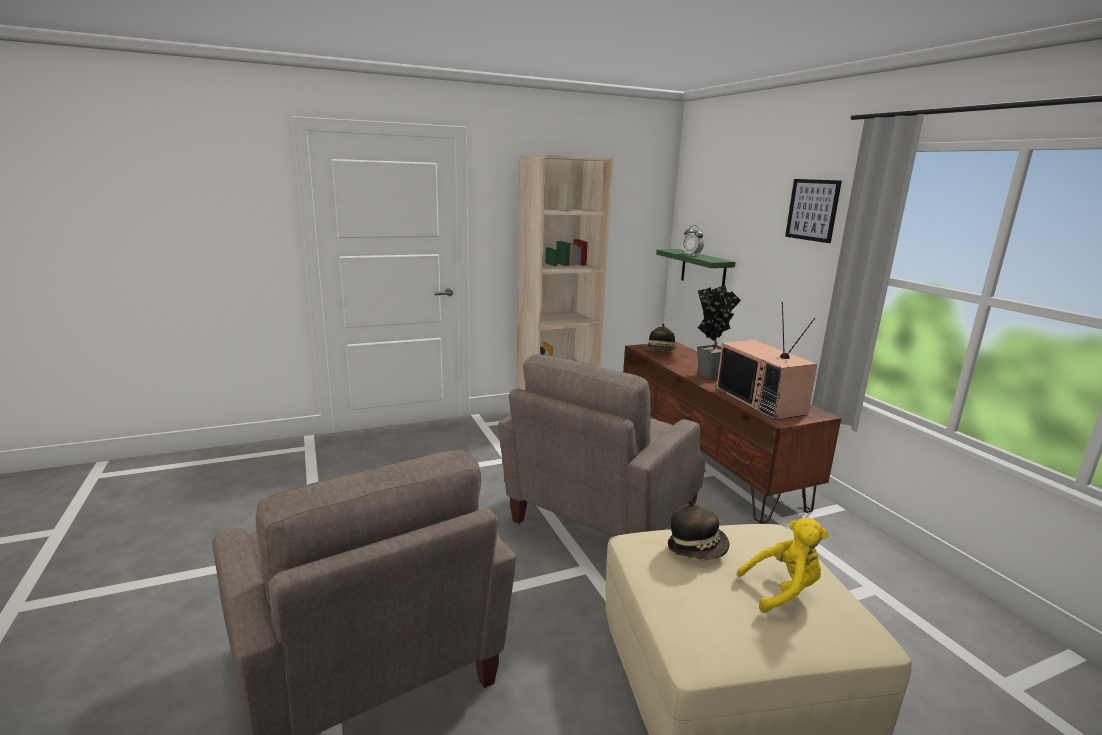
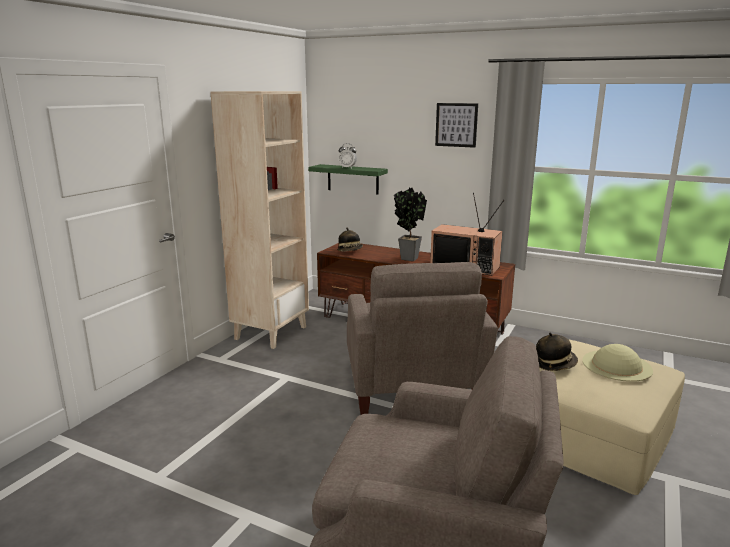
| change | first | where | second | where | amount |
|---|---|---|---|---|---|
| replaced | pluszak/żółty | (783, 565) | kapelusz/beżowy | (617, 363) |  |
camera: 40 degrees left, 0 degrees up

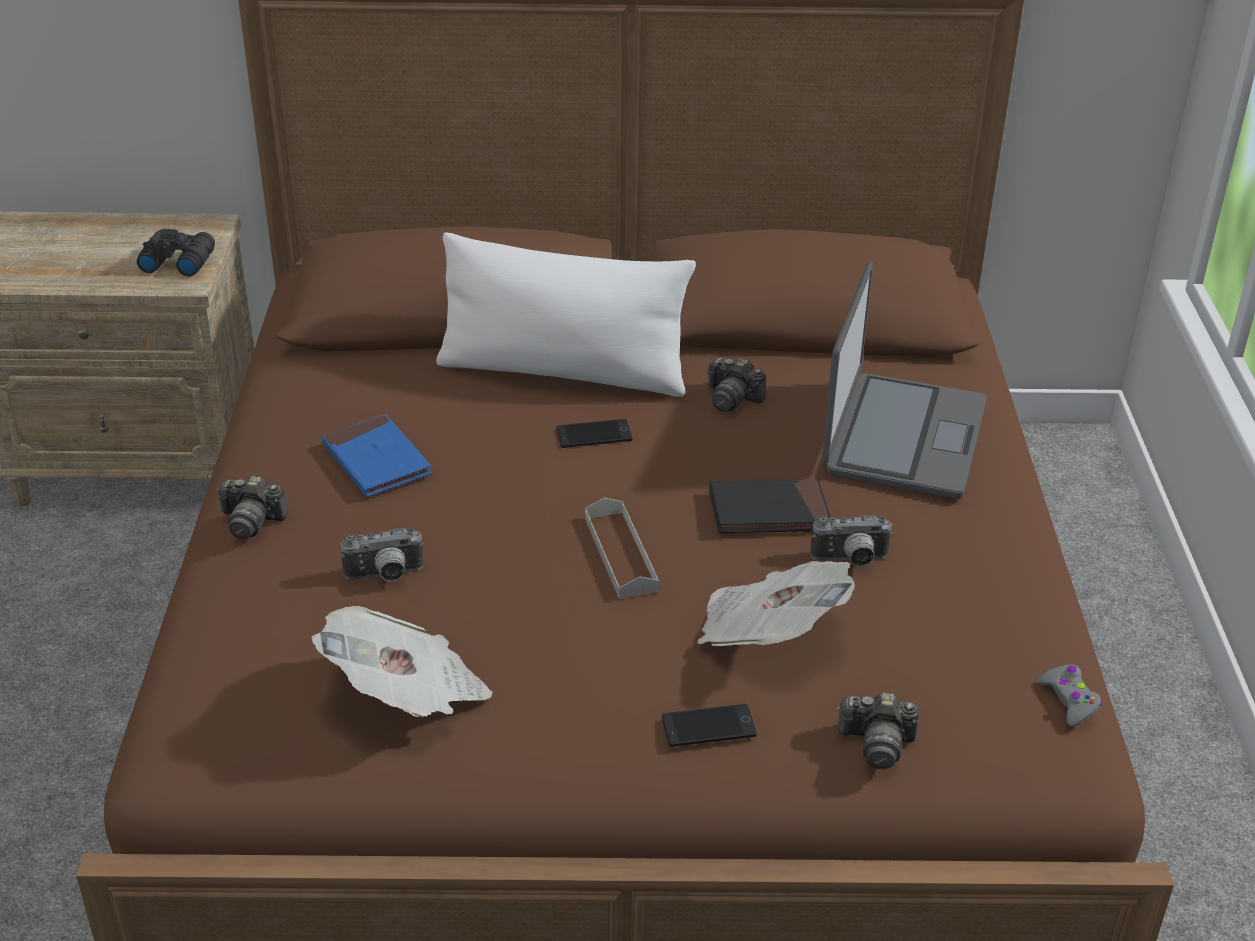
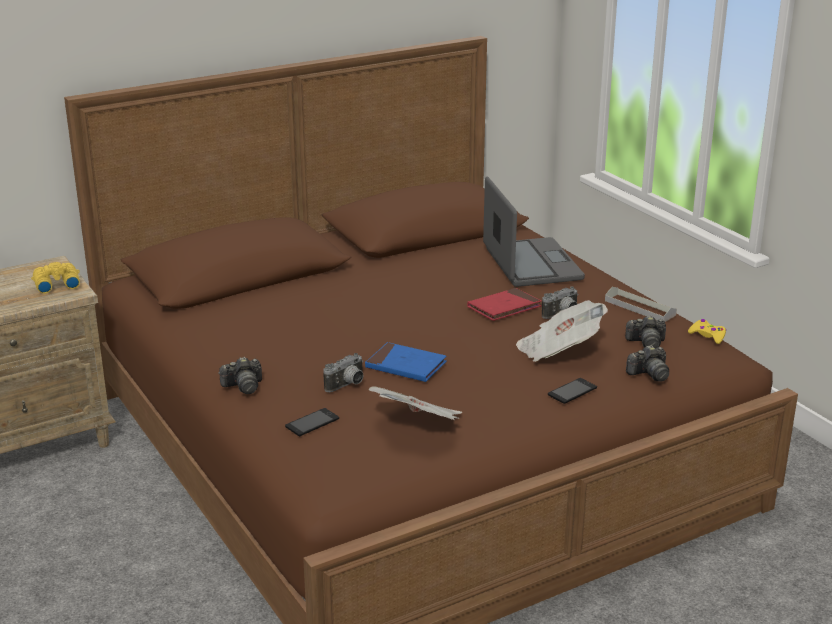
| change | first | where | second | where | amount |
|---|---|---|---|---|---|
| recoloured | lornetka/czarny | (176, 252) | lornetka/żółty | (55, 278) |  |
| moved | telefon | (594, 433) |  | (312, 422) |  |
| moved | książka/niebieski | (377, 455) |  | (406, 362) |  |
| recoloured | książka/czarny | (770, 506) | książka/czerwony | (504, 304) |  |
| moved | taca/szary | (622, 548) |  | (641, 304) |  |
| moved | aparat fotograficzny | (737, 384) |  | (645, 332) |  |
| recoloured | pad do gier/szary | (1070, 695) | pad do gier/żółty | (707, 331) |  |
| removed | poduszka/biały | (566, 314) |  |  |  |
camera: 30 degrees left, 10 degrees down

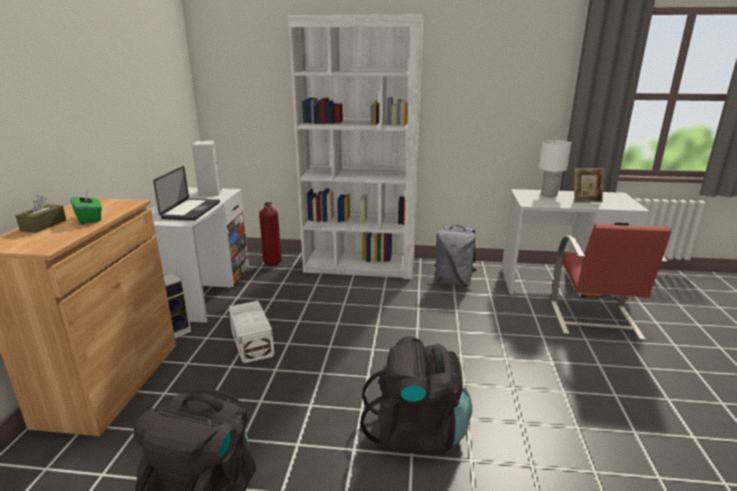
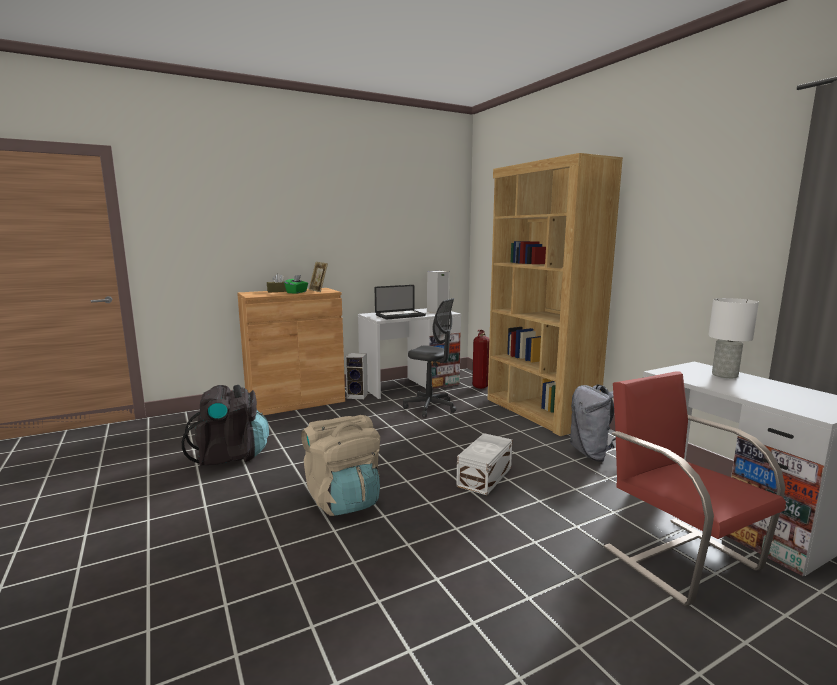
| change | first | where | second | where | amount |
|---|---|---|---|---|---|
| recoloured | plecak/czarny | (416, 395) | plecak/beżowy | (340, 465) |  |
| moved | ramka na zdjęcie | (589, 185) |  | (318, 277) |  |
| added |  |  | krzesło biurowe/szary | (429, 357) |  |
| moved | pojemnik do przechowywania/biały | (252, 332) |  | (484, 464) |  |
| recoloured | regał/biały | (356, 146) | regał/brązowy | (555, 294) |  |
| turned | krzesło/czerwony | (611, 282) |  | (695, 489) | 90 degrees clockwise |
camera: 55 degrees right, 10 degrees down

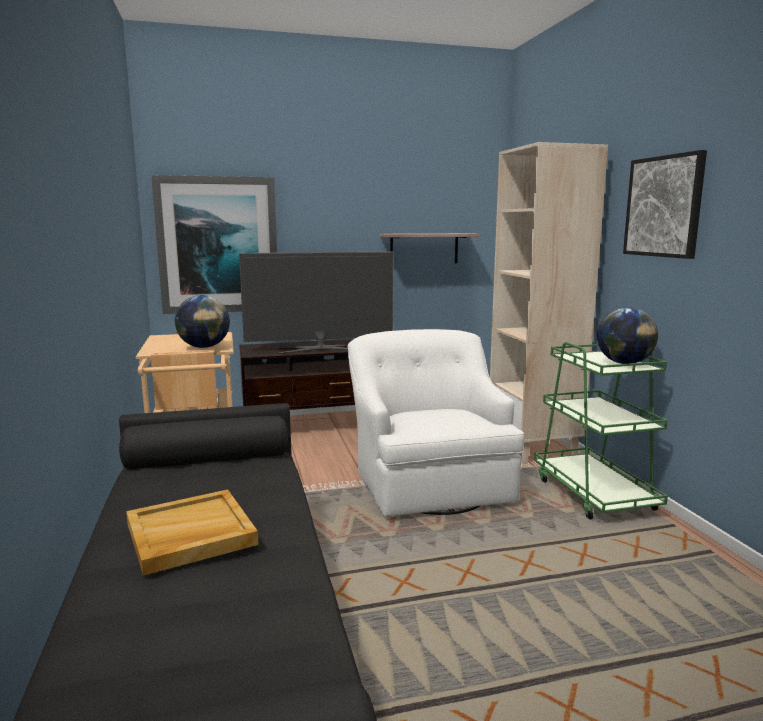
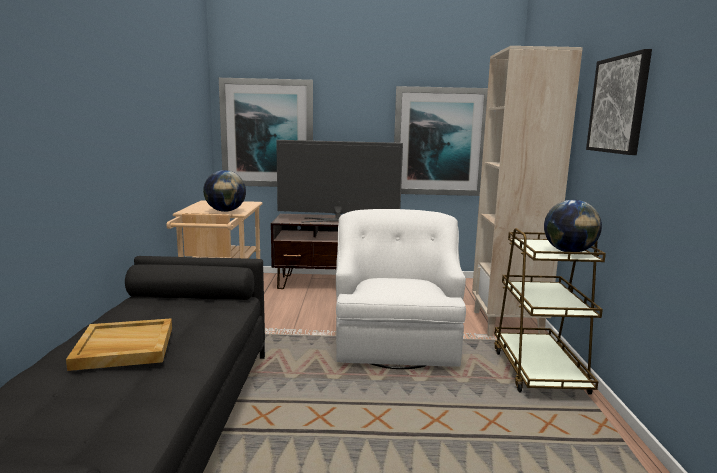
| change | first | where | second | where | amount |
|---|---|---|---|---|---|
| replaced | półka | (429, 248) | obraz | (441, 141) |  |
| recoloured | wózek/zielony | (601, 430) | wózek/brązowy | (550, 311) |  |
camera: 15 degrees right, 0 degrees up

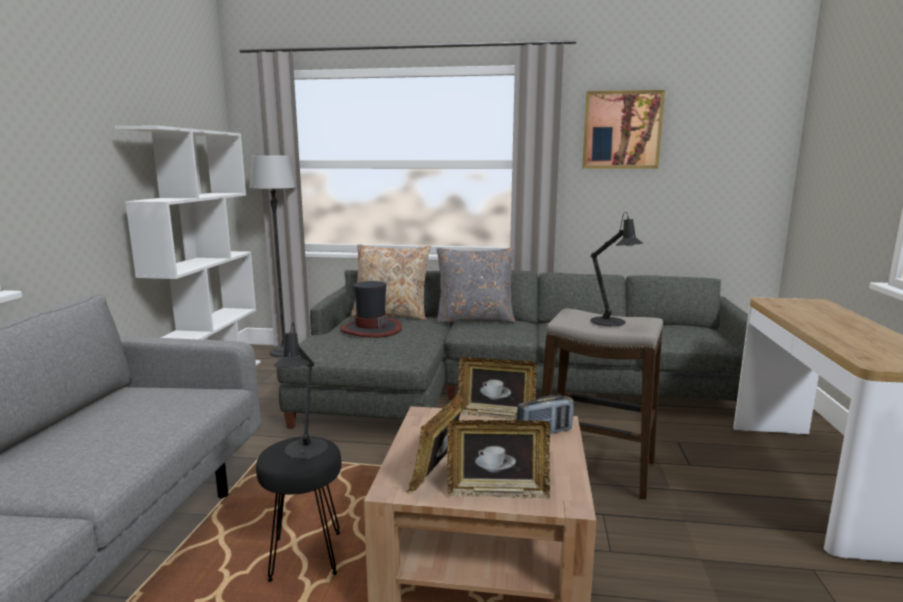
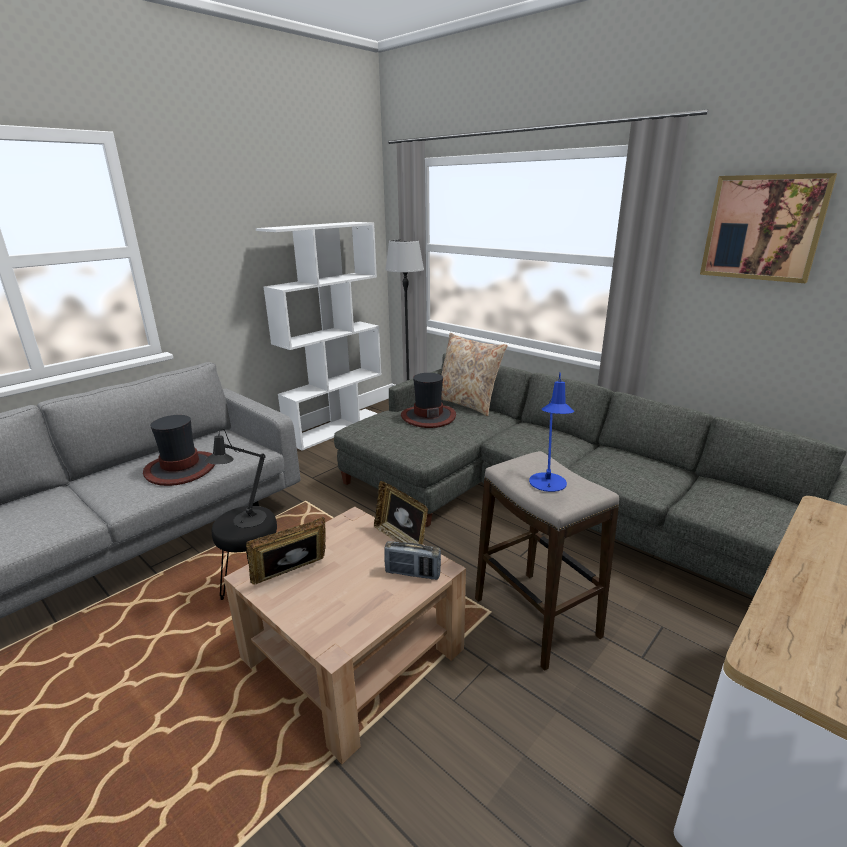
| change | first | where | second | where | amount |
|---|---|---|---|---|---|
| added |  |  | kapelusz | (179, 450) |  |
| recoloured | lampa stołowa/czarny | (617, 269) | lampa stołowa/niebieski | (551, 432) |  |
| removed | poduszka/szary | (475, 285) |  |  |  |
| removed | ramka na zdjęcie | (498, 459) |  |  |  |
camera: 35 degrees right, 10 degrees up

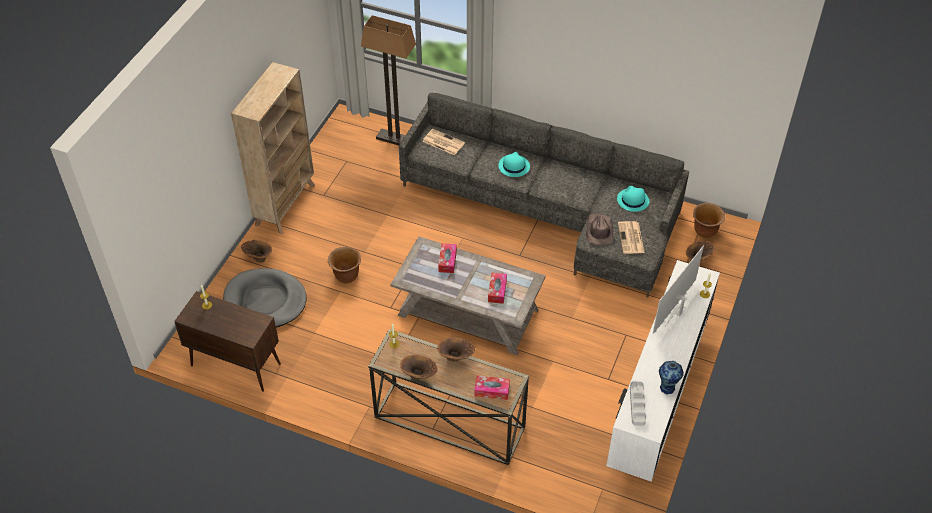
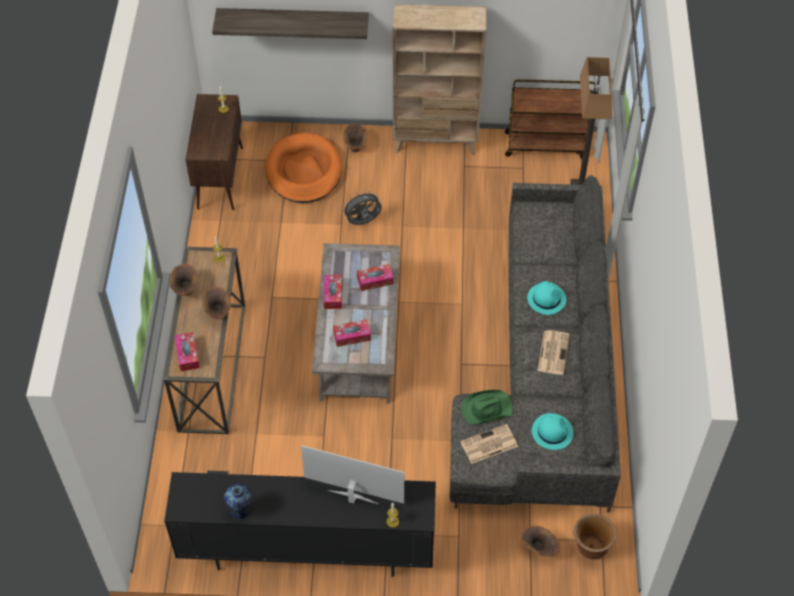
| change | first | where | second | where | amount |
|---|---|---|---|---|---|
| recoloured | szafka pod telewizor/biały | (663, 371) | szafka pod telewizor/czarny | (300, 524) |  |
| added |  |  | półka | (290, 23) |  |
| recoloured | legowisko/szary | (265, 297) | legowisko/pomarańczowy | (303, 168) |  |
| added |  |  | pudełko chusteczek | (333, 292) |  |
| replaced | donica/brązowy | (344, 265) | wentylator/szary | (361, 207) |  |
| recoloured | kapelusz/brązowy | (599, 229) | kapelusz/zielony | (487, 407) |  |
| added |  |  | wózek/brązowy | (550, 119) |  |
| moved | gazeta | (443, 142) |  | (554, 352) |  |
| removed | taca/szary | (638, 403) |  |  |  |
camera: 70 degrees right, 5 degrees up

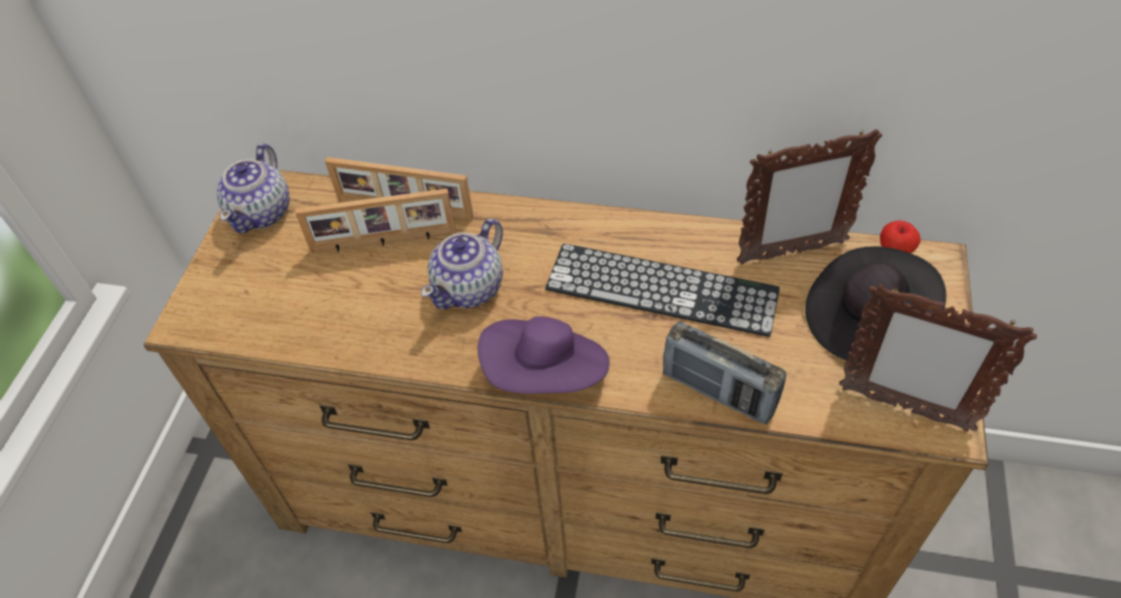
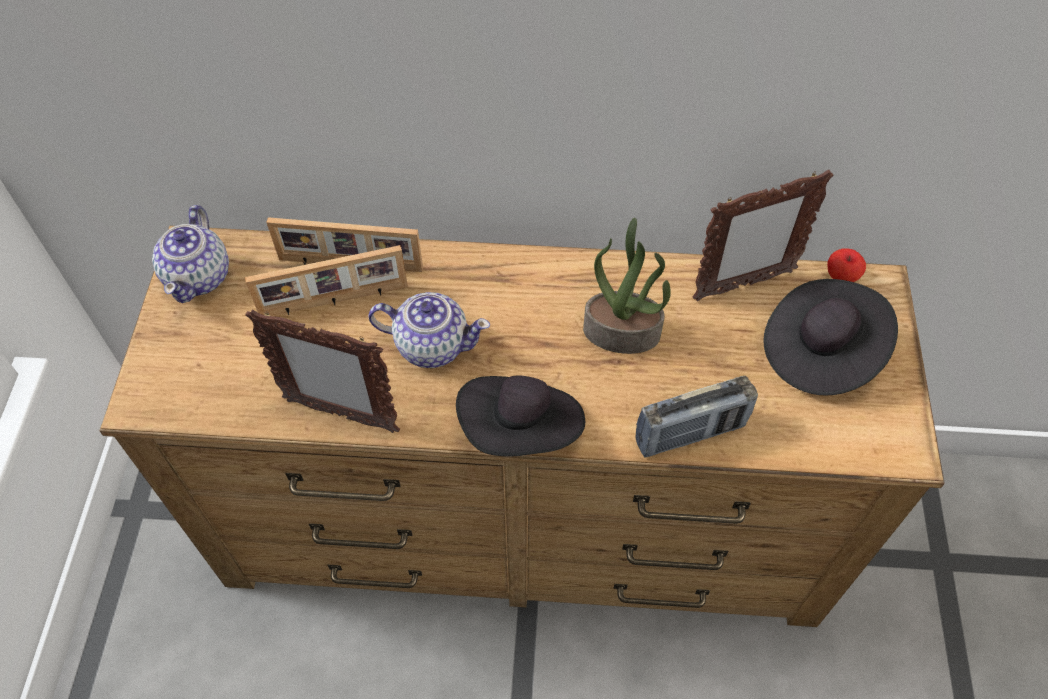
| change | first | where | second | where | amount |
|---|---|---|---|---|---|
| moved | ramka na zdjęcie | (938, 358) |  | (322, 371) |  |
| turned | imbryk | (462, 263) |  | (429, 330) | 105 degrees counterclockwise |
| recoloured | kapelusz/fioletowy | (544, 355) | kapelusz/czarny | (520, 416) |  |
| replaced | klawiatura | (662, 290) | roślina doniczkowa | (627, 286) |  |
| turned | radio | (724, 372) |  | (696, 417) | 45 degrees counterclockwise |
camera: 10 degrees left, 5 degrees up

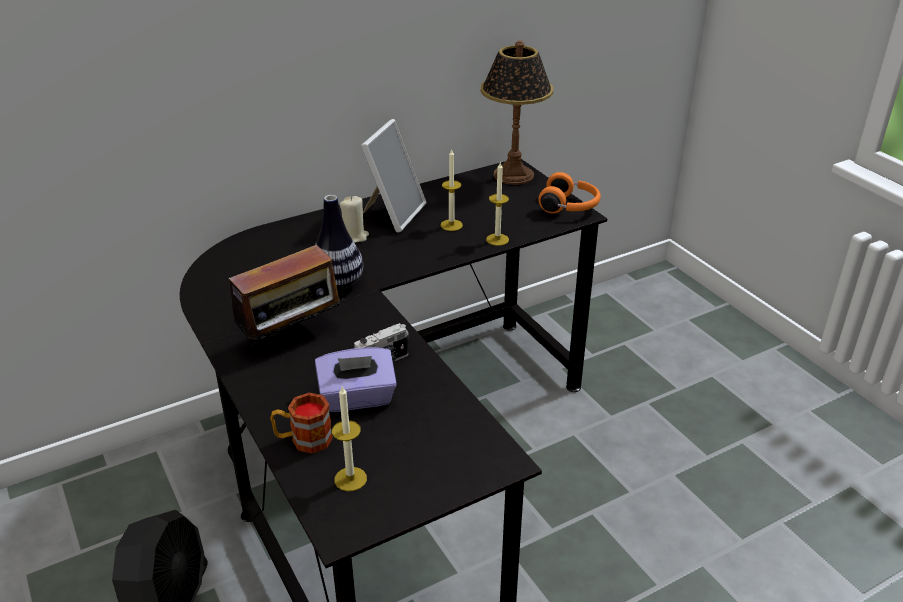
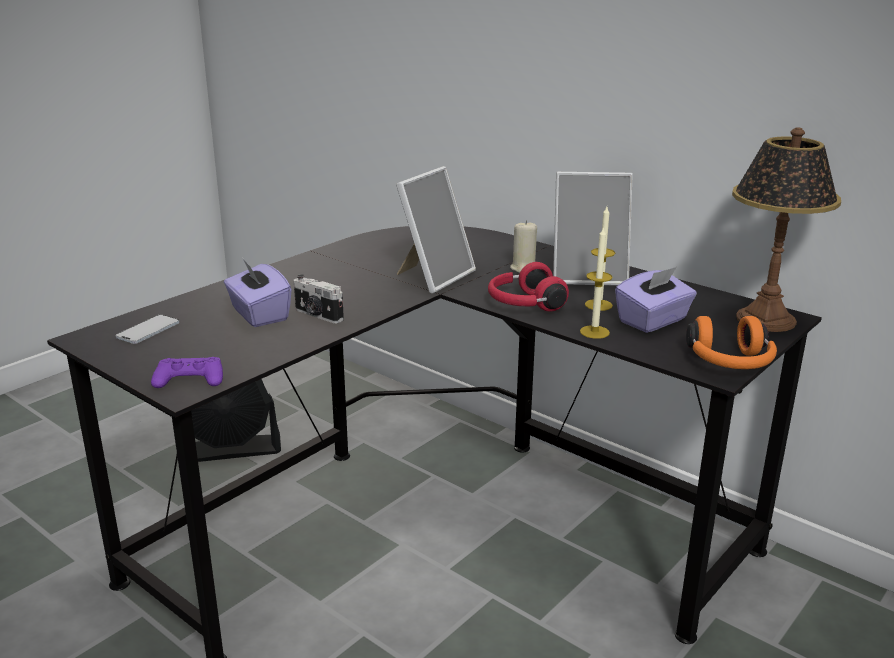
| change | first | where | second | where | amount |
|---|---|---|---|---|---|
| replaced | świeca | (349, 438) | telefon | (148, 329) |  |
| added |  |  | pad do gier/fioletowy | (187, 372) |  |
| replaced | wazon | (339, 242) | ramka na zdjęcie | (436, 229) |  |
| added |  |  | słuchawki/czerwony | (528, 287) |  |
| added |  |  | pudełko chusteczek/fioletowy | (656, 300) |  |
| removed | radio | (282, 297) |  |  |  |
| removed | kubek | (301, 423) |  |  |  |
camera: 70 degrees right, 10 degrees down

